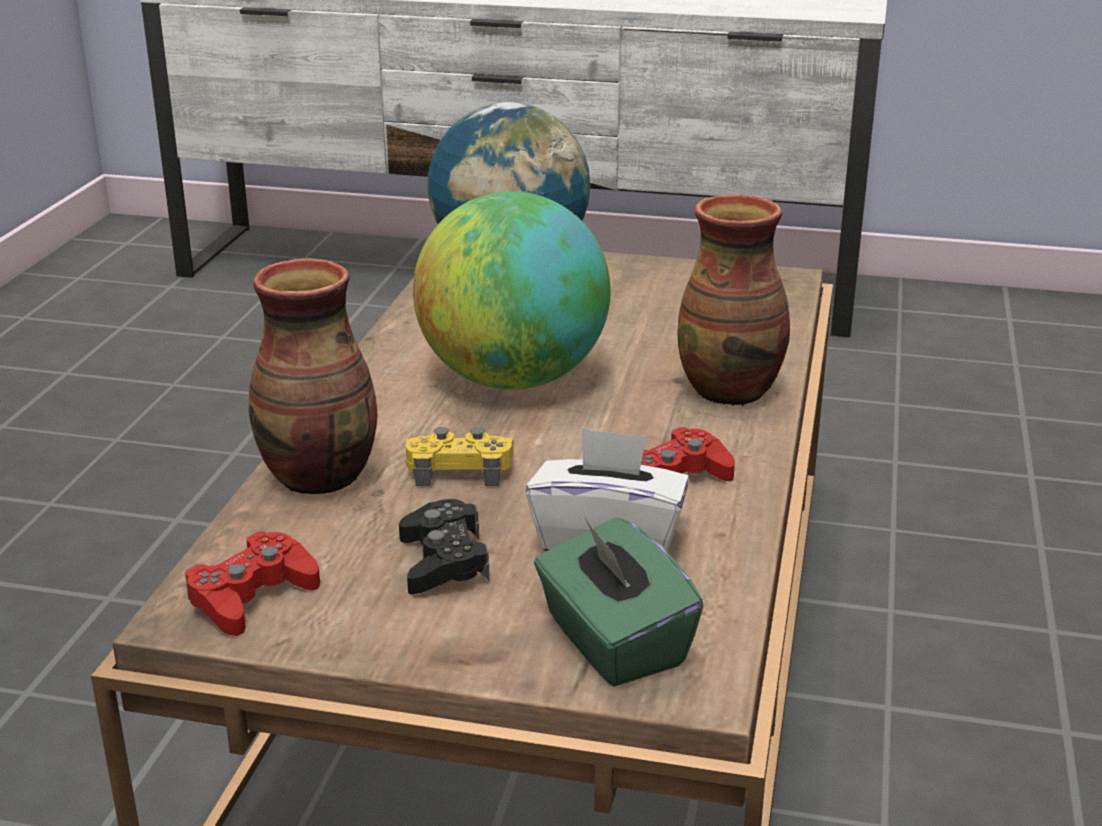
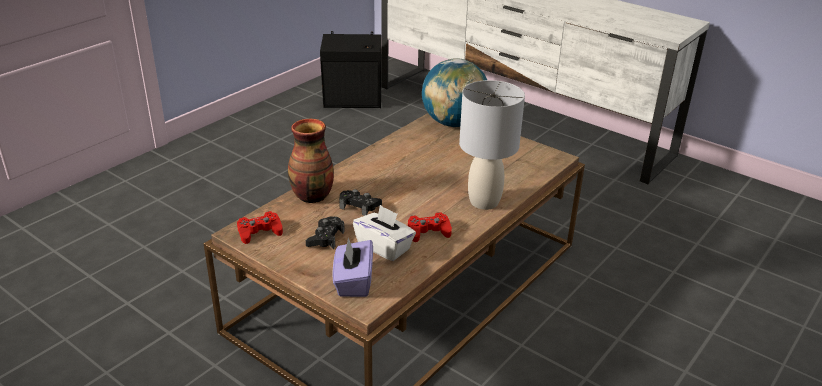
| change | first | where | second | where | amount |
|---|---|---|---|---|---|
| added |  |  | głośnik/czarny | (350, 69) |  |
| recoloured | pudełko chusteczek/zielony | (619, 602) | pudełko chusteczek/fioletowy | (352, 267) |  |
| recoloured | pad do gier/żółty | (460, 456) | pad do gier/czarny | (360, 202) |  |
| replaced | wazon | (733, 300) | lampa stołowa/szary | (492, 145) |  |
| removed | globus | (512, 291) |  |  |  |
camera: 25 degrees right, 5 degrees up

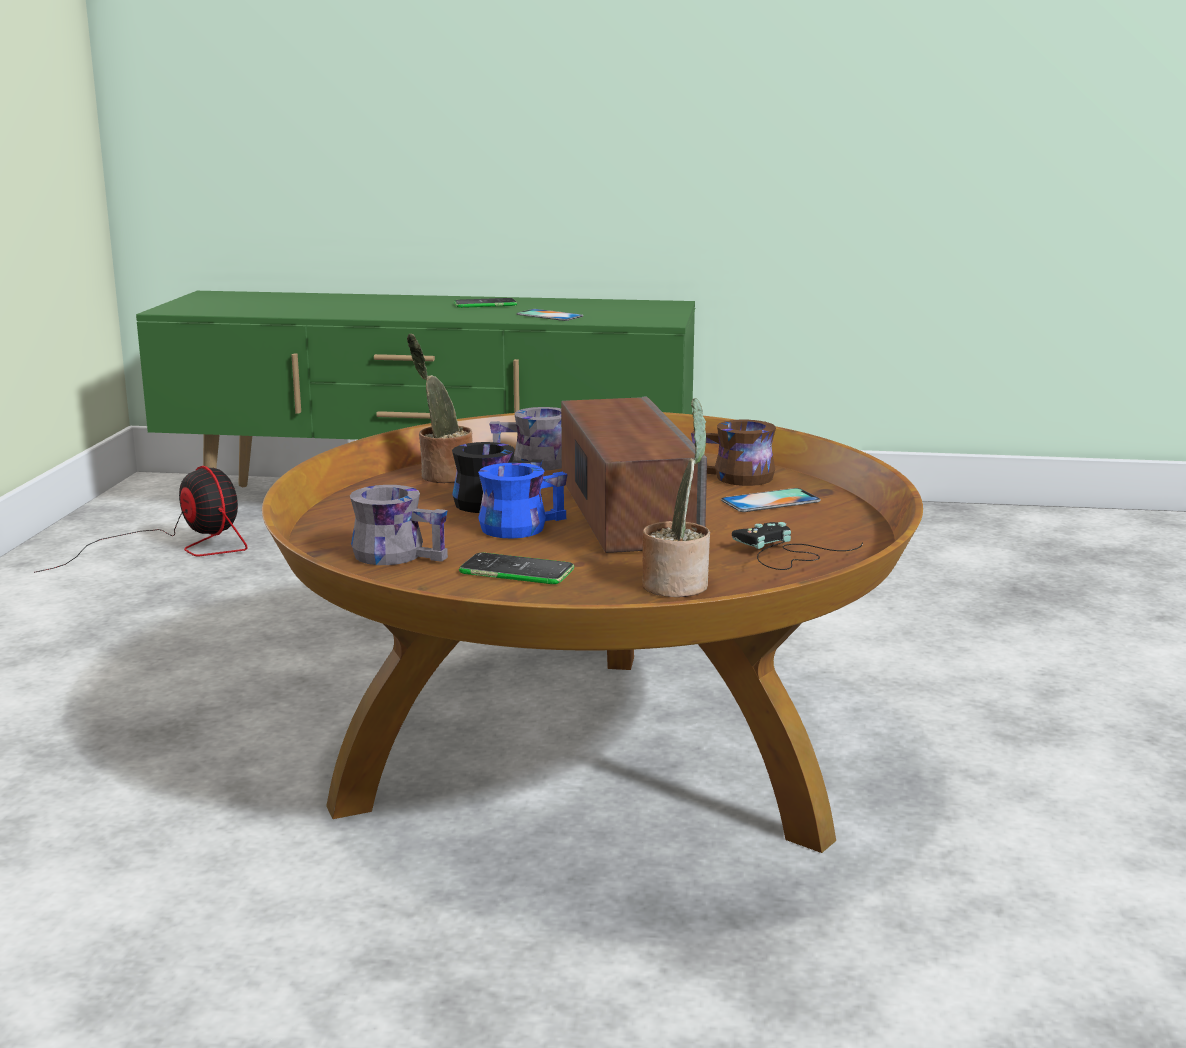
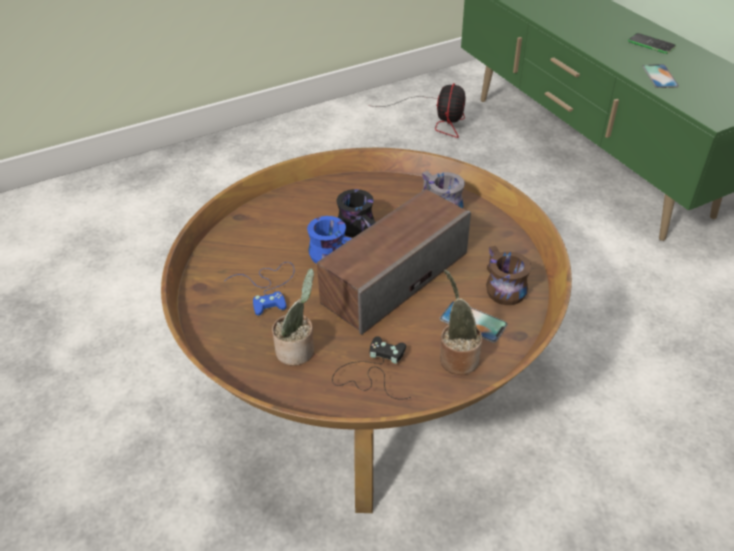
| change | first | where | second | where | amount |
|---|---|---|---|---|---|
| replaced | telefon | (516, 568) | pad do gier/niebieski | (259, 289) |  |
| moved | roślina doniczkowa | (439, 408) |  | (461, 322) |  |
| removed | kubek/szary | (399, 525) |  |  |  |
camera: 55 degrees right, 25 degrees up

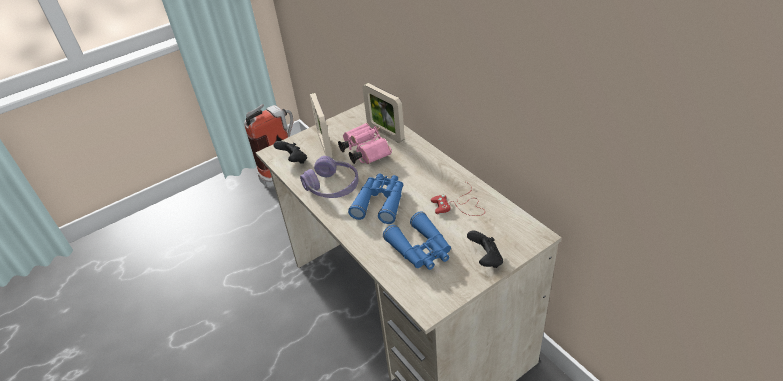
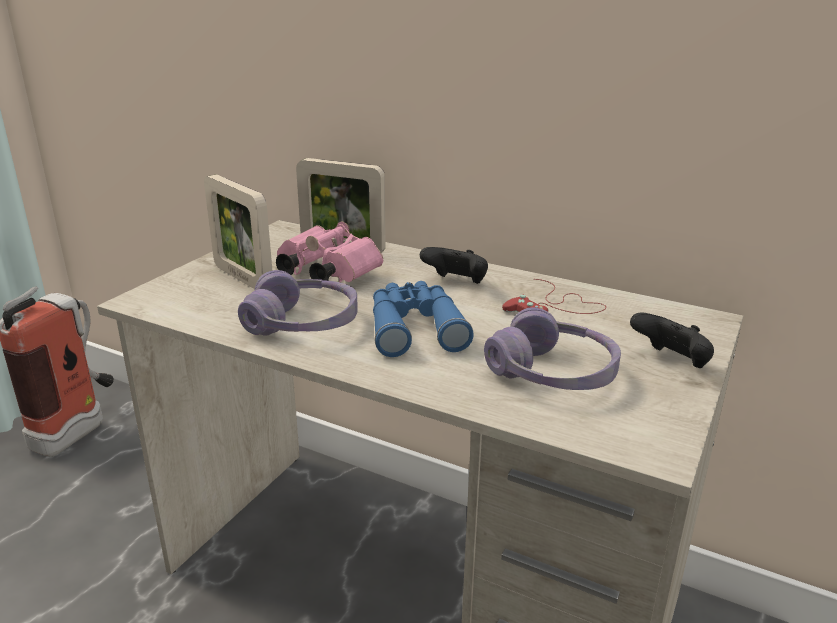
| change | first | where | second | where | amount |
|---|---|---|---|---|---|
| moved | pad do gier/czarny | (290, 152) |  | (454, 265) |  |
| replaced | lornetka/niebieski | (417, 240) | słuchawki/fioletowy | (552, 348) |  |
camera: 30 degrees left, 15 degrees down

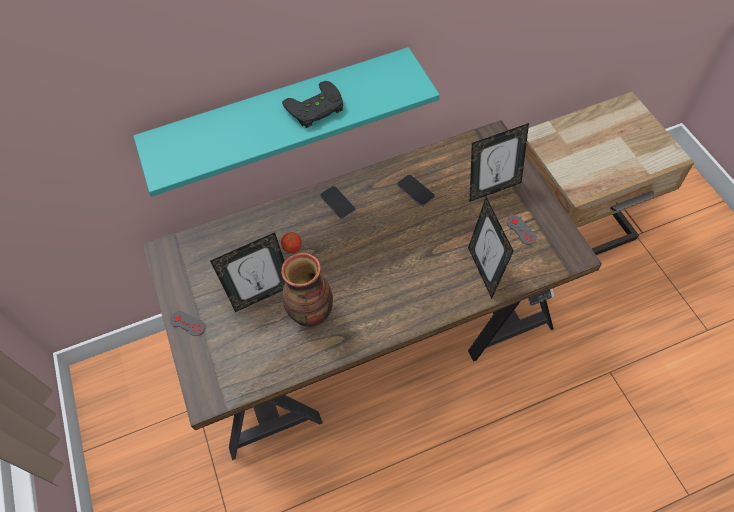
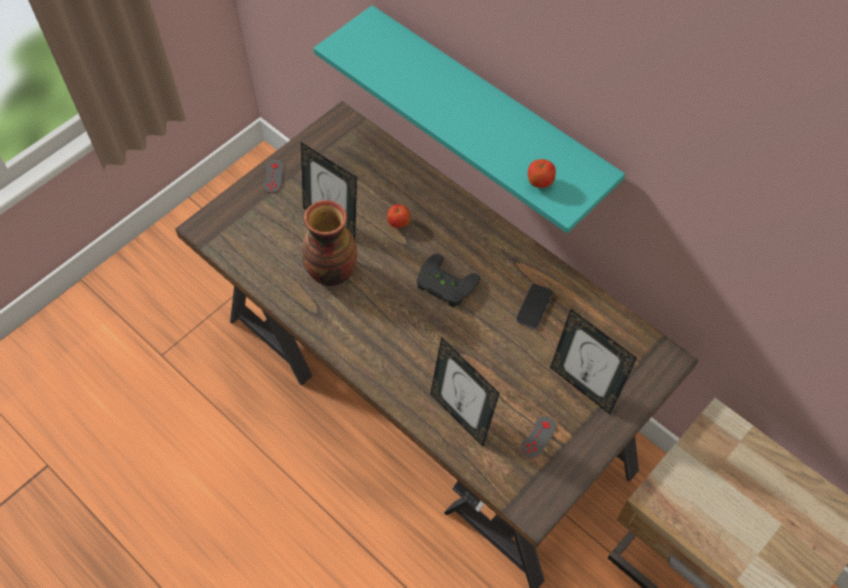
| change | first | where | second | where | amount |
|---|---|---|---|---|---|
| moved | pad do gier/czarny | (312, 104) |  | (448, 280) |  |
| turned | ramka na zdjęcie | (491, 248) |  | (465, 392) | 90 degrees counterclockwise |
| added |  |  | jabłko | (542, 173) |  |
| removed | telefon | (337, 202) |  |  |  |
camera: 60 degrees right, 0 degrees up

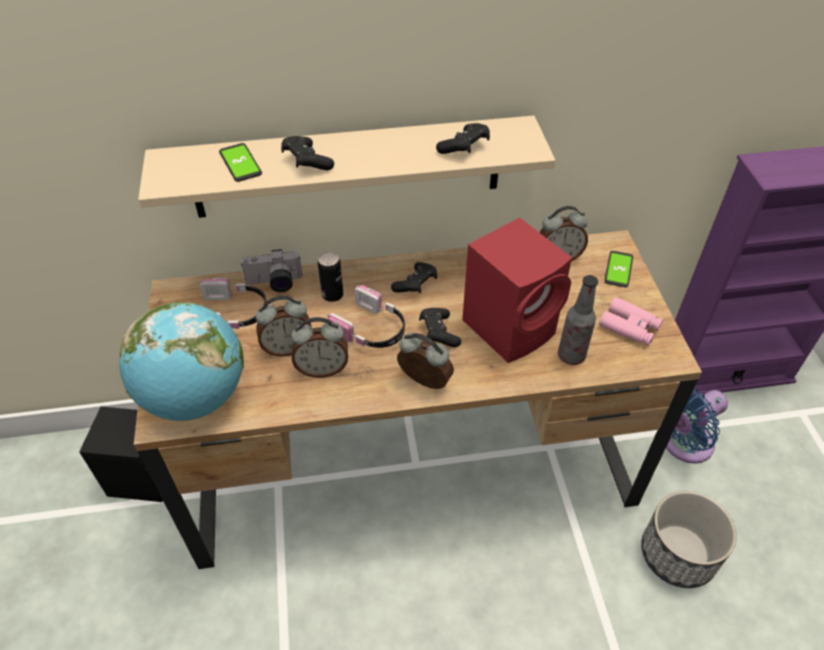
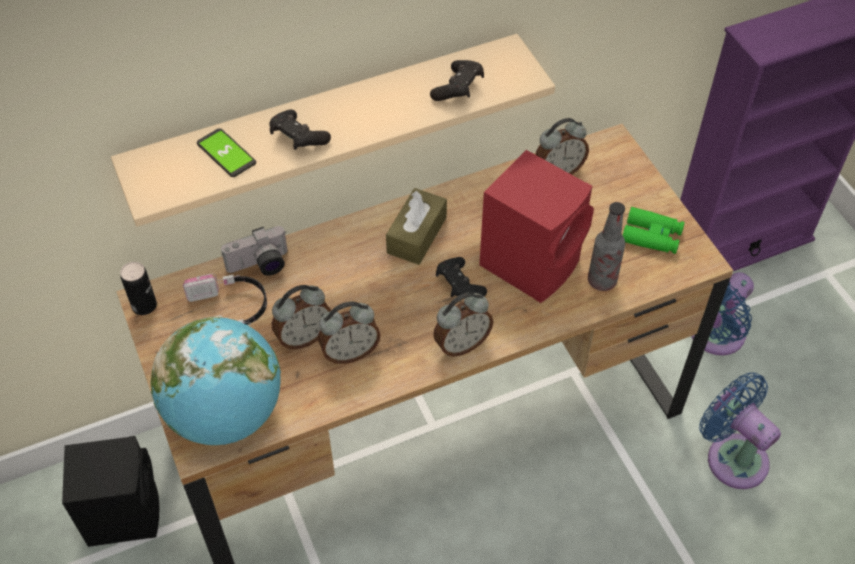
| change | first | where | second | where | amount |
|---|---|---|---|---|---|
| moved | puszka | (330, 276) |  | (138, 288) |  |
| replaced | pad do gier/czarny | (414, 277) | pudełko chusteczek/brązowy | (416, 226) |  |
| turned | budzik | (425, 361) |  | (463, 324) | 135 degrees clockwise |
| recoloured | lornetka/różowy | (631, 321) | lornetka/zielony | (653, 230) |  |
| replaced | donica | (689, 539) | wentylator/niebieski | (740, 431) |  |
| removed | słuchawki | (366, 316) |  |  |  |
| removed | telefon | (619, 269) |  |  |  |
camera: 15 degrees left, 5 degrees up

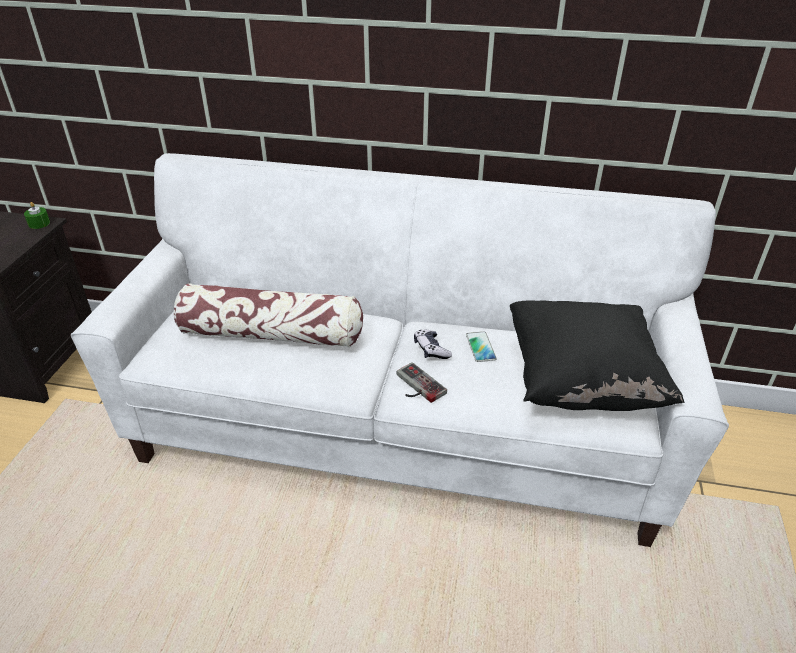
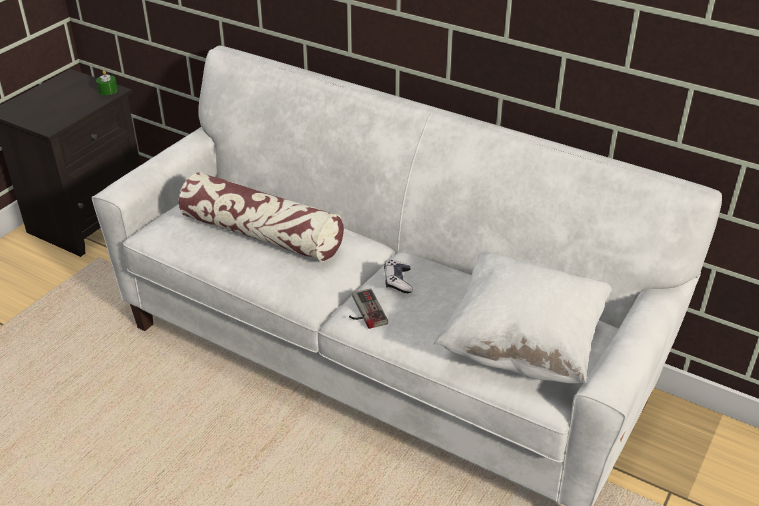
| change | first | where | second | where | amount |
|---|---|---|---|---|---|
| recoloured | poduszka/czarny | (597, 355) | poduszka/biały | (523, 317) |  |
| removed | telefon | (481, 346) |  |  |  |
camera: 20 degrees right, 0 degrees up

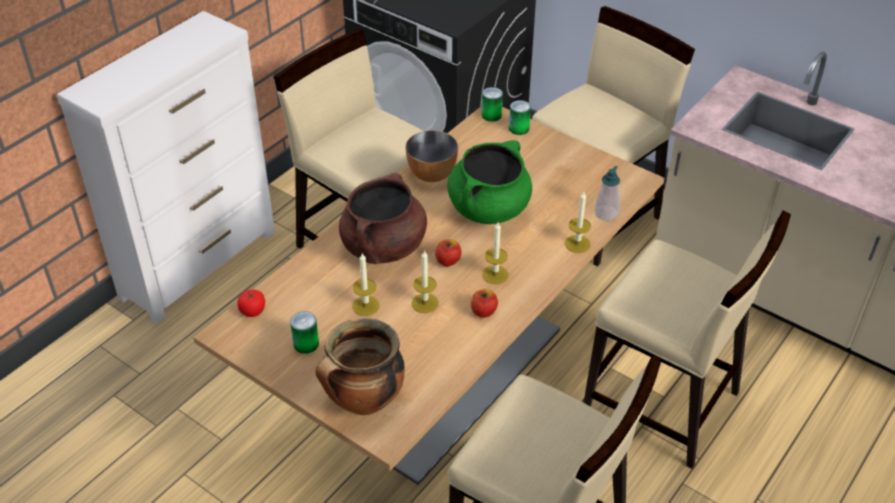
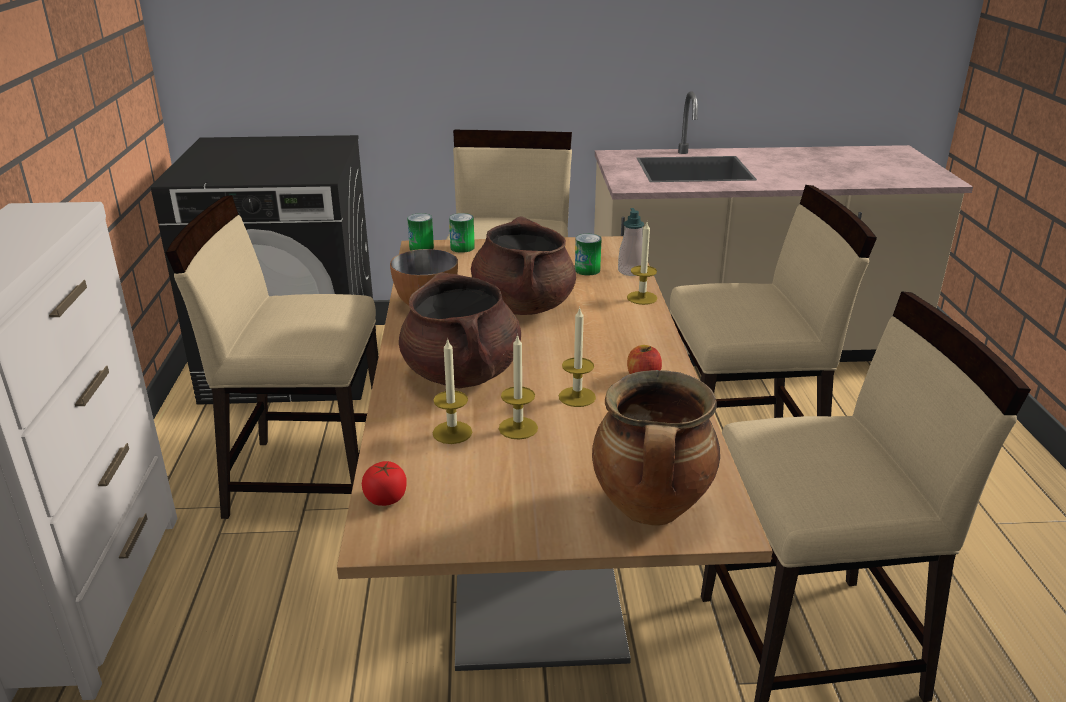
| change | first | where | second | where | amount |
|---|---|---|---|---|---|
| moved | świeca | (495, 253) |  | (452, 391) |  |
| recoloured | garnek/zielony | (489, 182) | garnek/brązowy | (523, 265) |  |
| moved | puszka | (304, 332) |  | (588, 255) |  |
| removed | jabłko | (448, 252) |  |  |  |
camera: 40 degrees left, 15 degrees down

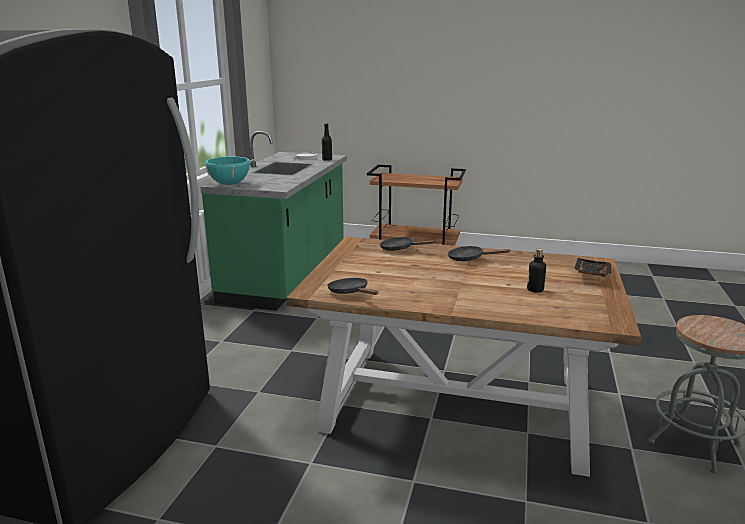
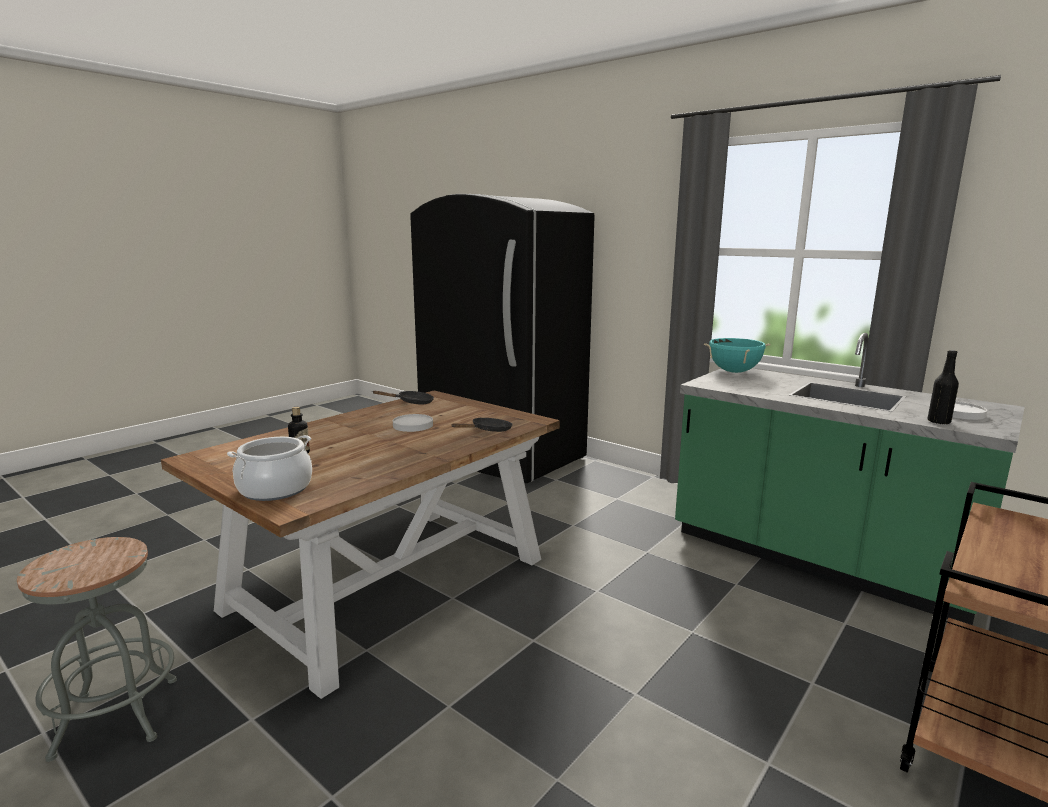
| change | first | where | second | where | amount |
|---|---|---|---|---|---|
| replaced | taca/czarny | (593, 267) | garnek | (269, 468) |  |
| added |  |  | talerz/biały | (413, 423) |  |
| removed | patelnia/czarny | (479, 253) |  |  |  |
camera: 115 degrees right, 5 degrees down

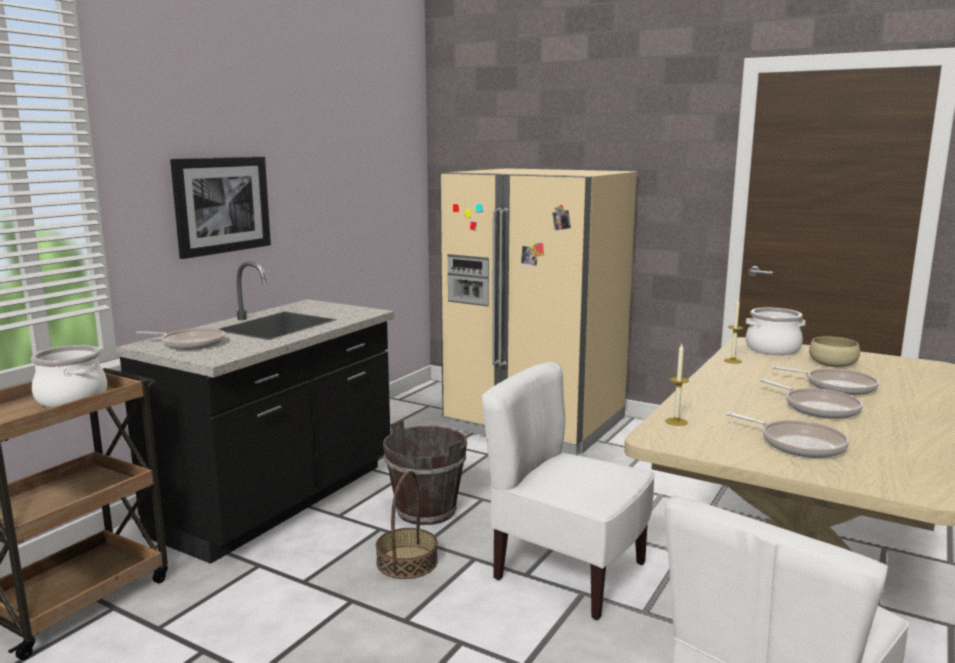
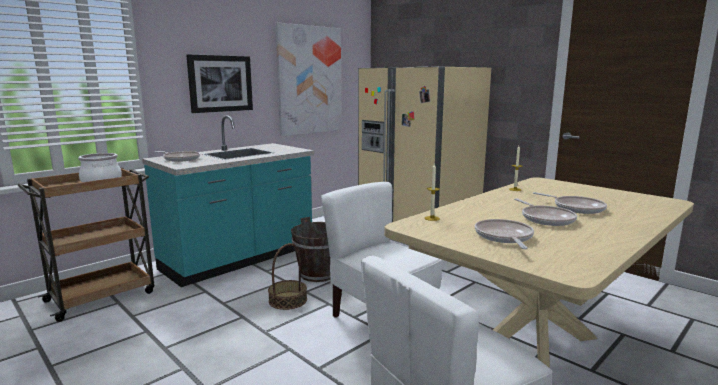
| change | first | where | second | where | amount |
|---|---|---|---|---|---|
| recoloured | zabudowa kuchenna/czarny | (255, 412) | zabudowa kuchenna/turkusowy | (228, 201) |  |
| added |  |  | obraz | (308, 79) |  |
| turned | patelnia | (787, 435) |  | (504, 234) | 150 degrees counterclockwise |
| removed | garnek | (776, 331) |  |  |  |
| removed | miska/beżowy | (834, 351) |  |  |  |
camera: 15 degrees right, 0 degrees up

